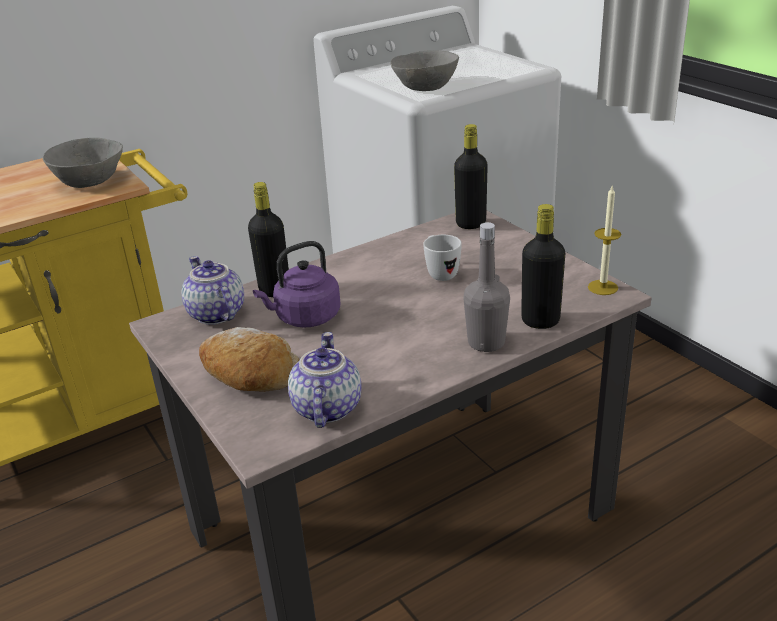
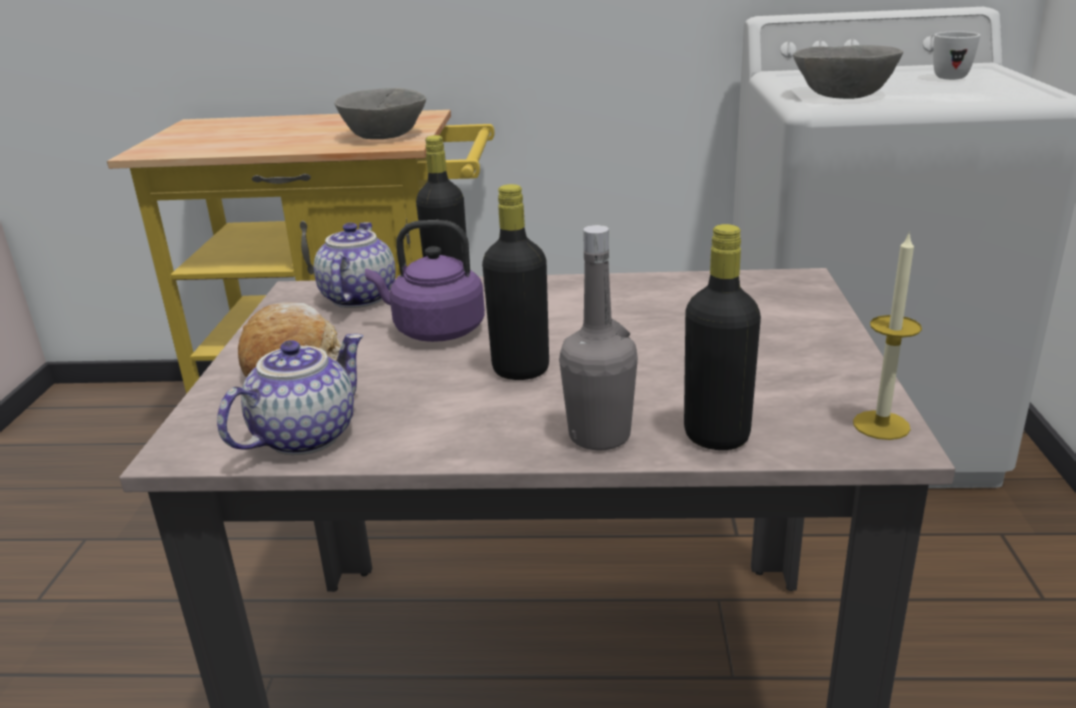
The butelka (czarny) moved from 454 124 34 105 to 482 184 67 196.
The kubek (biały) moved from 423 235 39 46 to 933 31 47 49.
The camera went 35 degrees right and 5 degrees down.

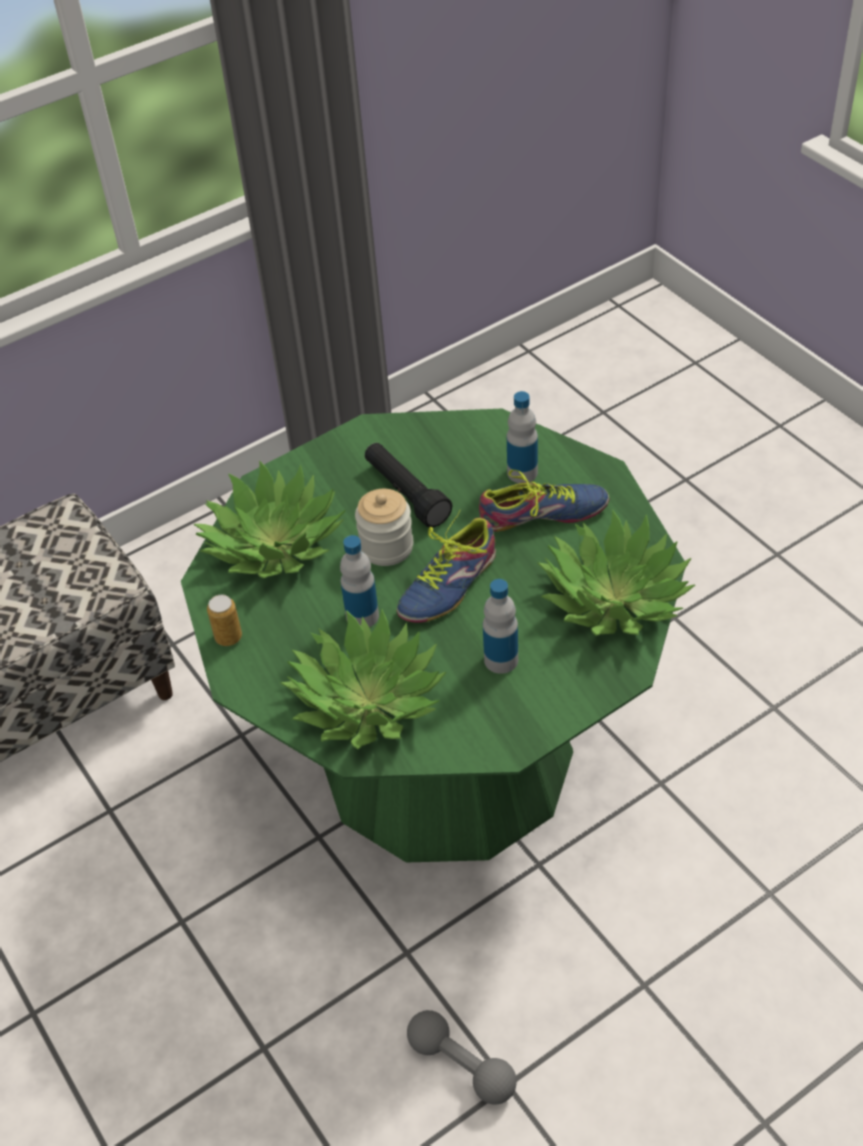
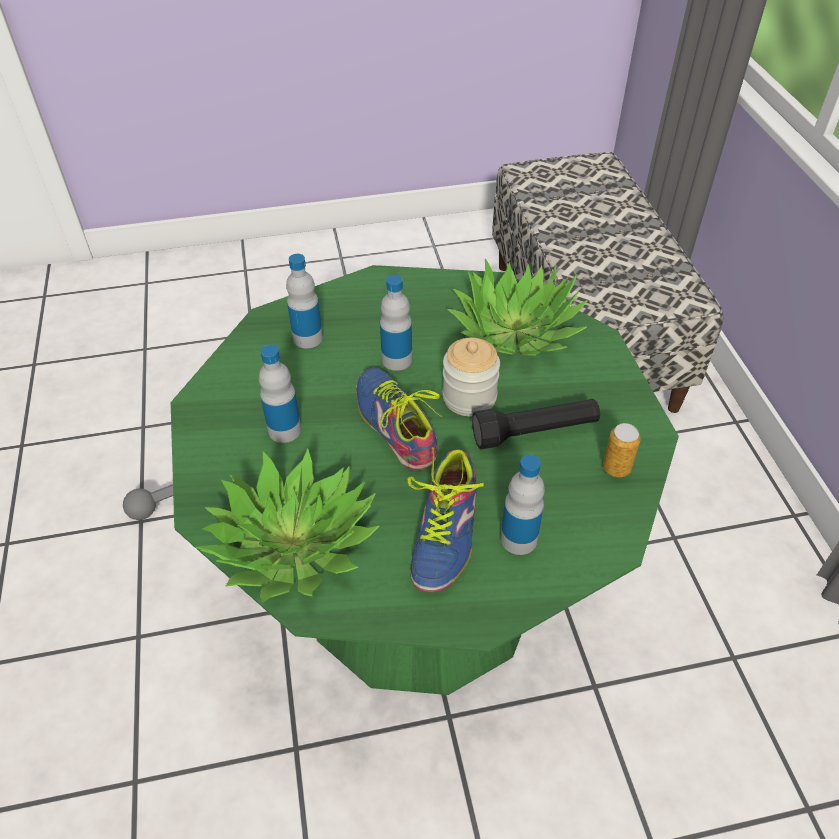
The puszka moved from 207 595 35 51 to 603 423 38 54.
The roślina doniczkowa at 281 609 166 140 was replaced by the butelka at 286 254 37 94.
The camera went 110 degrees right and 0 degrees up.

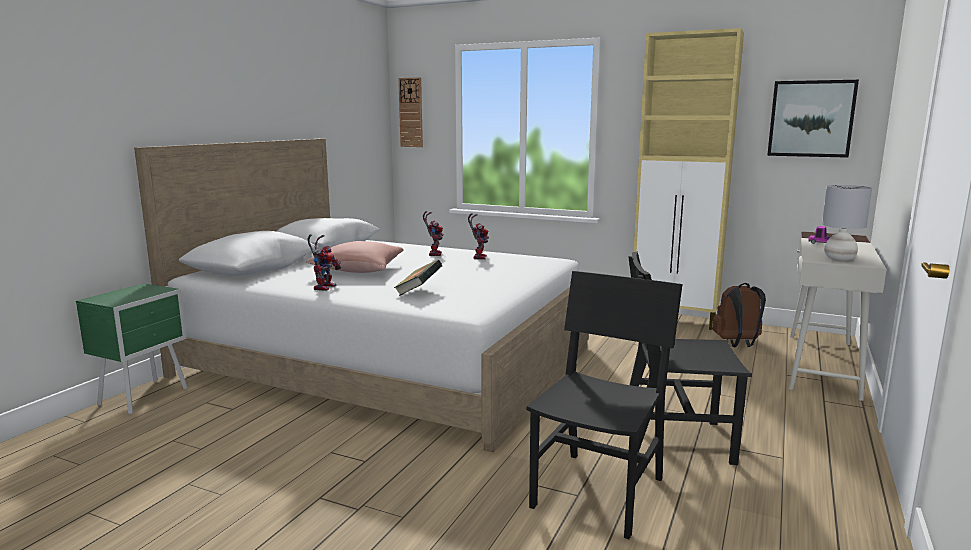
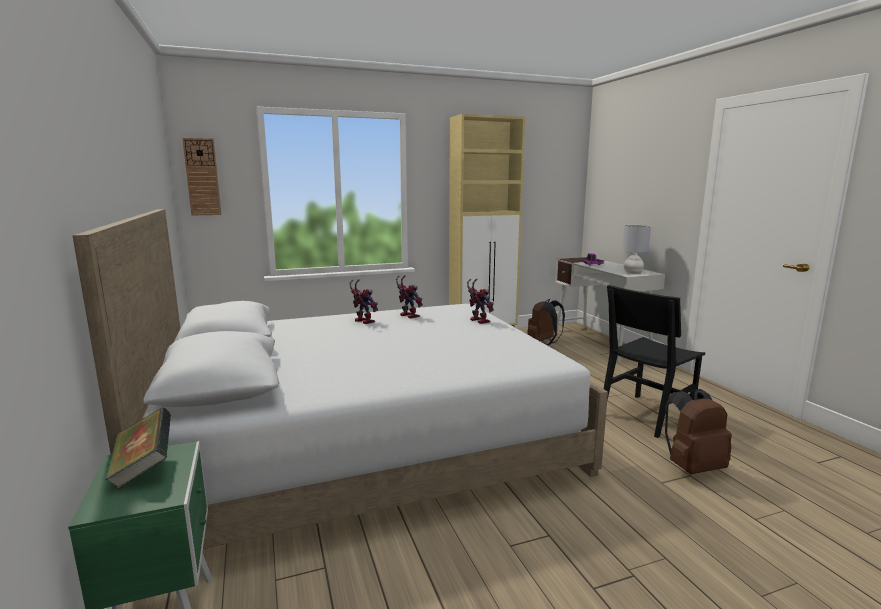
The obraz at 767 80 92 78 disappeared.
The robot zabawkowy moved from 307 234 34 57 to 467 279 27 45.
The poduszka (różowy) at 306 241 98 32 disappeared.
The książka moved from 394 260 48 36 to 106 408 65 81.
The krzesło (czarny) at 526 271 157 268 was replaced by the plecak (brązowy) at 665 389 67 85.
The camera went 45 degrees left and 0 degrees up.

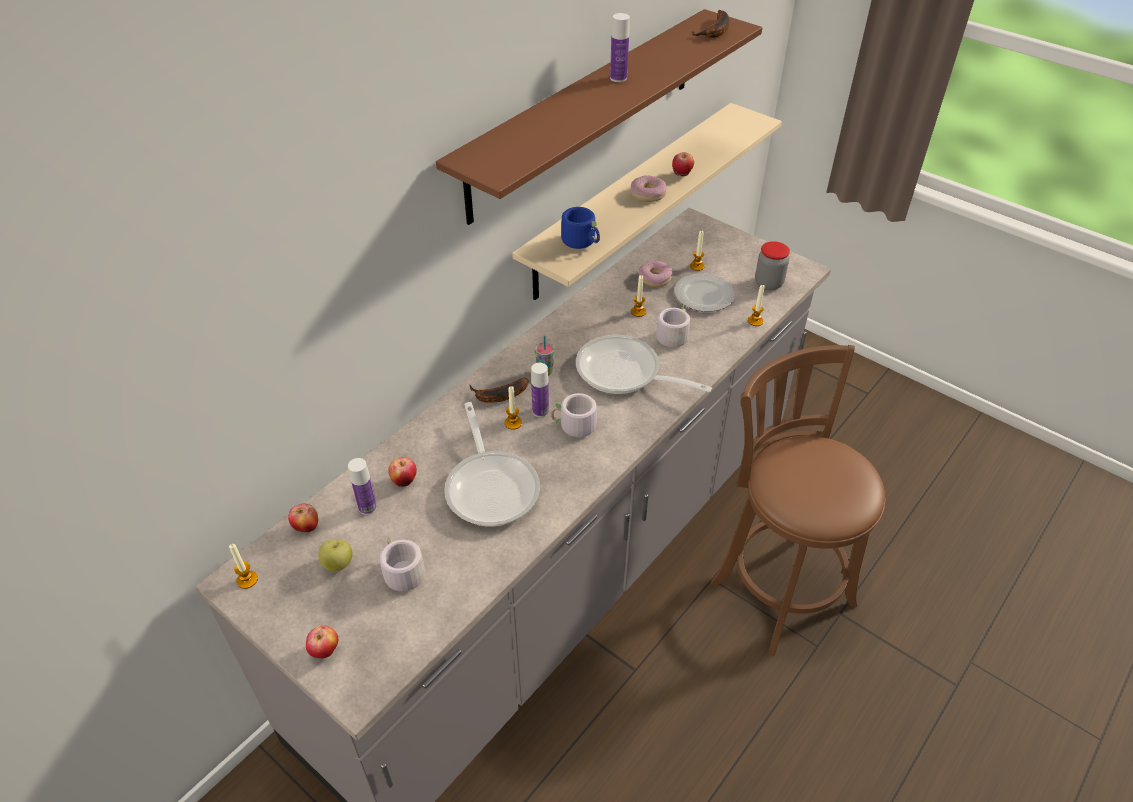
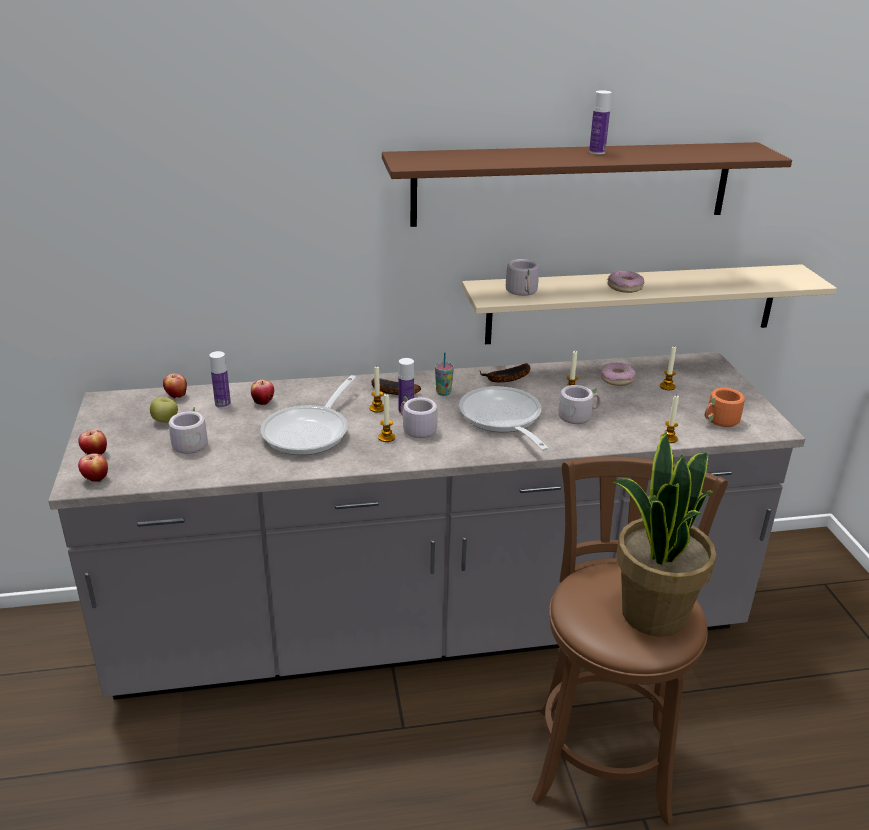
The banan moved from 691 10 38 28 to 480 363 50 19.
The jabłko moved from 672 152 22 24 to 78 454 30 28.
The kubek (niebieski) at 561 207 39 42 became the kubek (szary) at 506 259 33 37.
The słoik at 755 241 35 49 was replaced by the kubek (pomarańczowy) at 704 388 47 39.
The talerz at 674 273 61 39 disappeared.
The świeca moved from 229 544 29 45 to 378 394 17 48.
The roślina doniczkowa at 613 432 103 205 appeared.
The camera went 40 degrees right and 15 degrees down.

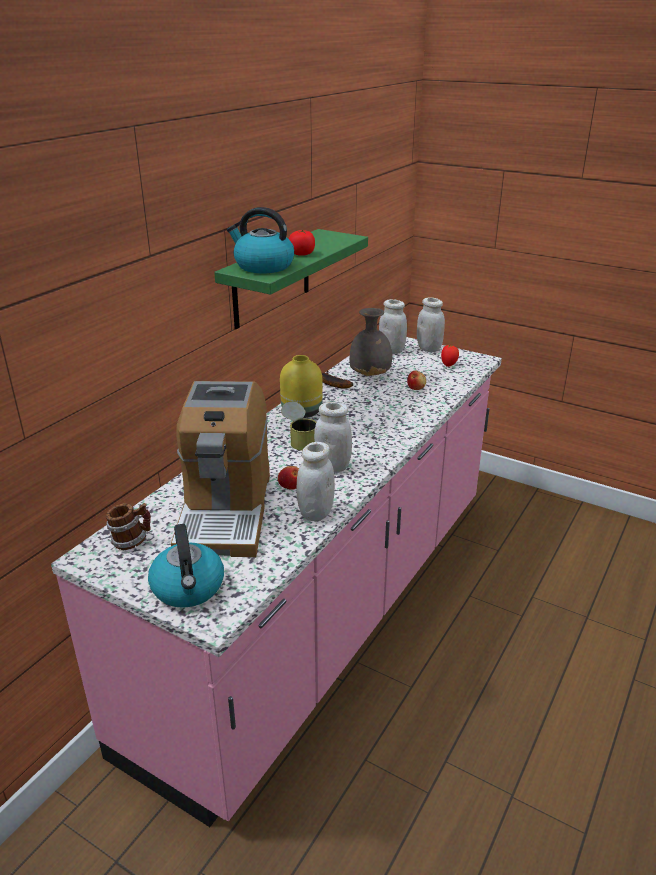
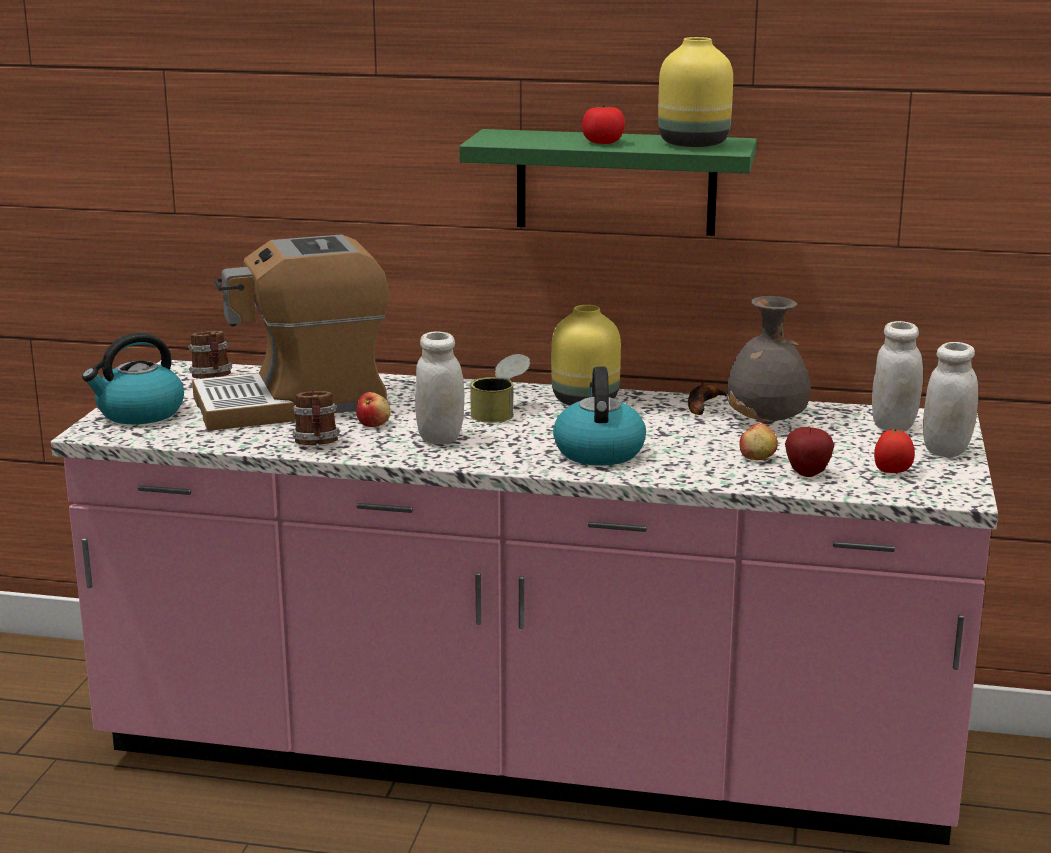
The czajnik moved from 227 207 67 66 to 553 367 93 99.
The słoik (biały) at 297 442 38 79 was replaced by the kubek at 292 391 49 54.
The wazon (żółty) at 658 37 75 110 appeared.
The jabłko at 785 427 49 50 appeared.
The camera went 70 degrees right and 10 degrees down.

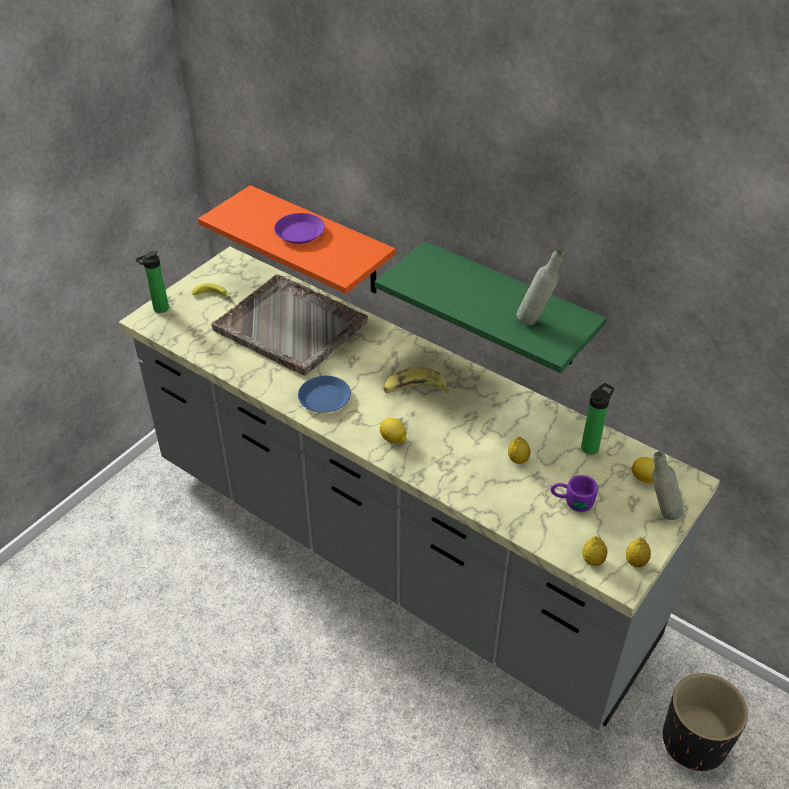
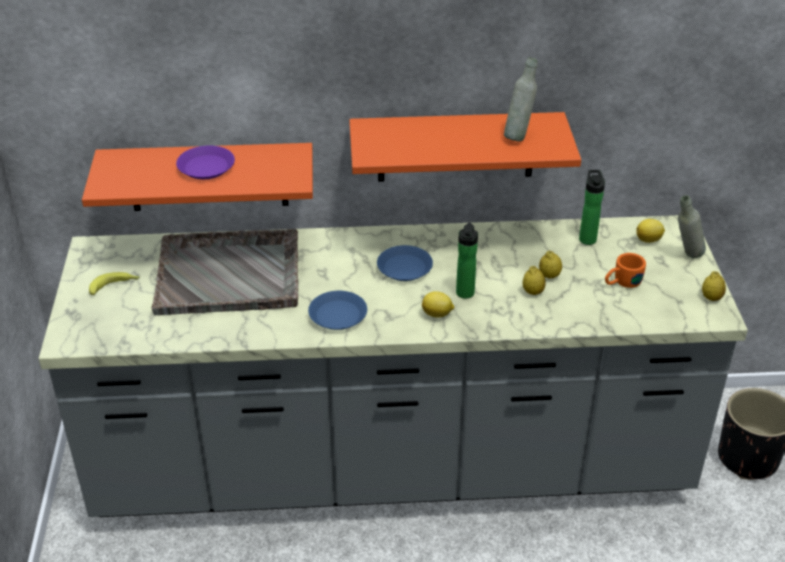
The półka (zielony) at 375 241 232 132 became the półka (pomarańczowy) at 349 112 232 70.
The butelka moved from 136 251 33 62 to 456 223 22 75.
The banan at 383 367 66 27 was replaced by the talerz (niebieski) at 377 245 56 36.
The kubek (fioletowy) at 551 475 47 37 became the kubek (pomarańczowy) at 605 253 41 35.
The cytryna moved from 582 536 25 30 to 523 266 23 29.
The camera went 40 degrees left and 5 degrees down.

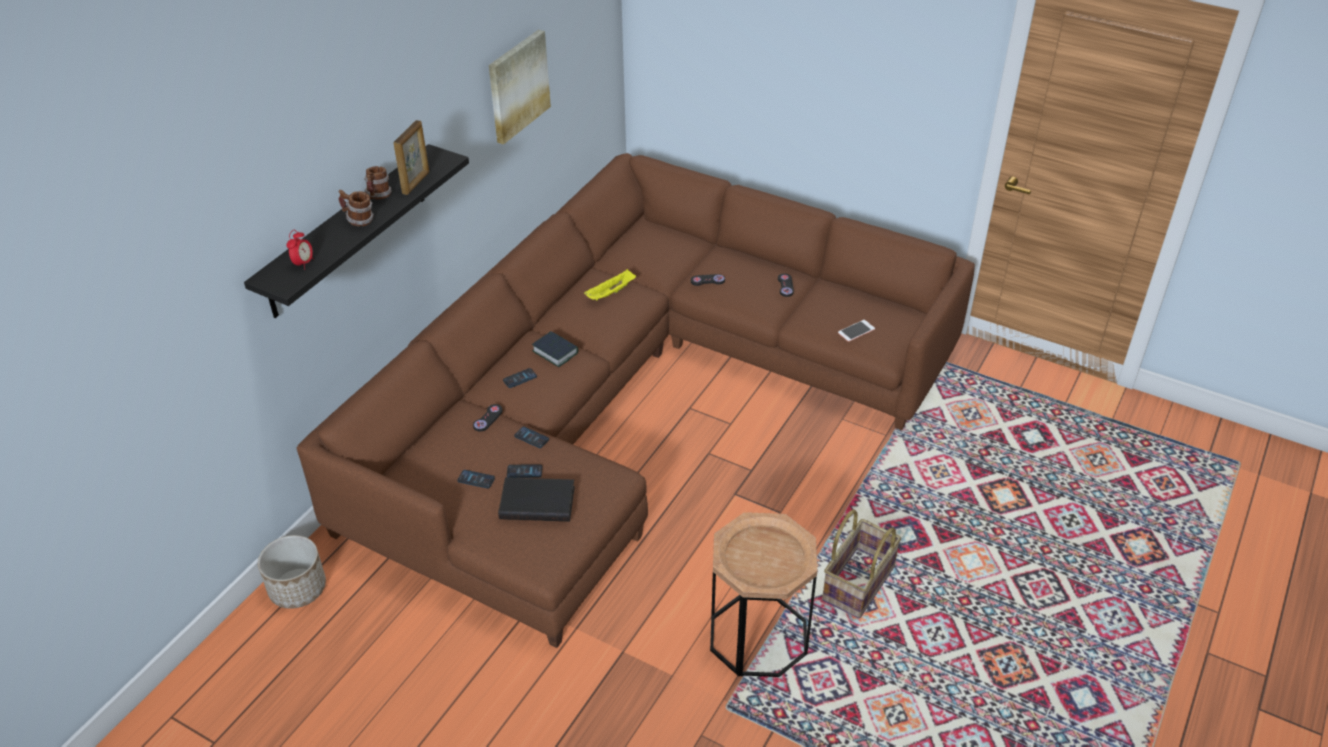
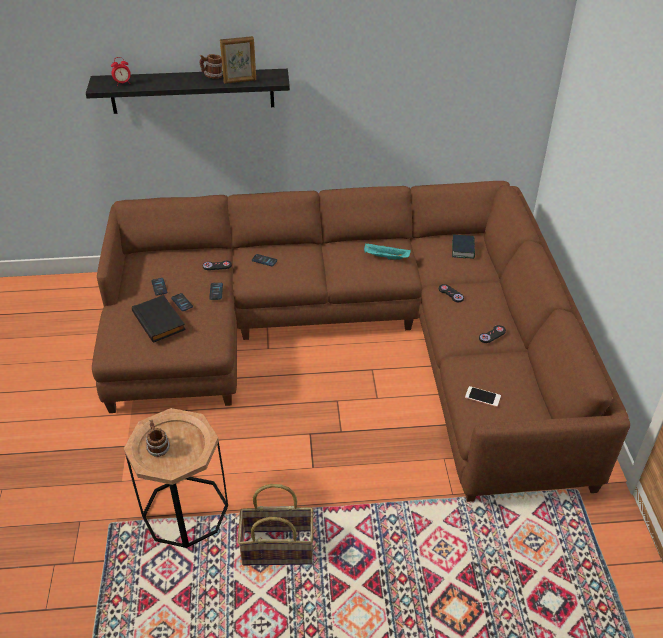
The obraz at 489 29 62 116 disappeared.
The kubek moved from 338 190 36 36 to 146 420 24 37.
The taca (żółty) at 584 269 52 32 became the taca (turkusowy) at 364 243 47 17.
The książka moved from 532 331 46 36 to 452 235 23 24.
The donica at 258 535 68 74 disappeared.
The camera went 55 degrees right and 0 degrees up.

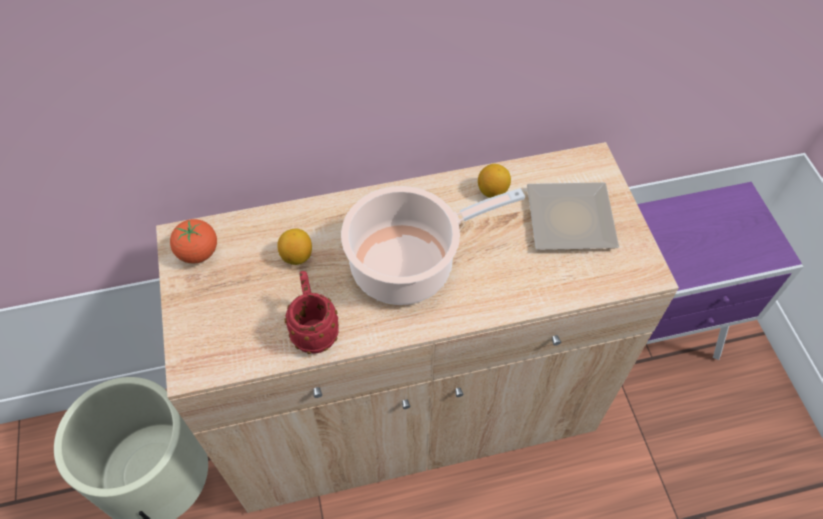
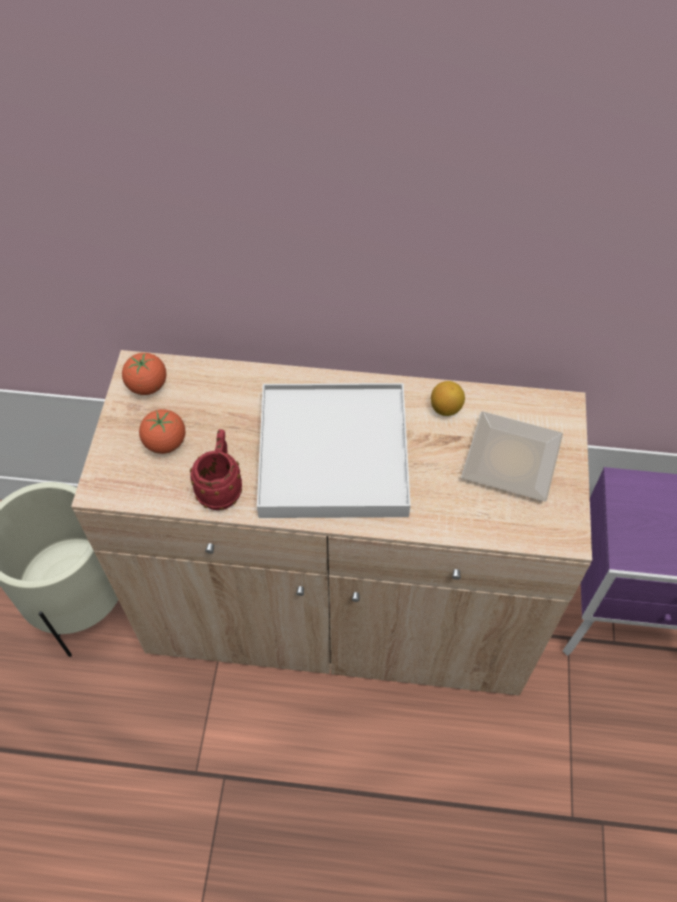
The garnek at 341 186 184 119 was replaced by the taca (biały) at 257 383 153 135.
The cytryna at 277 229 35 36 disappeared.
The pomidor at 139 409 46 45 appeared.
The camera went 20 degrees right and 0 degrees up.

